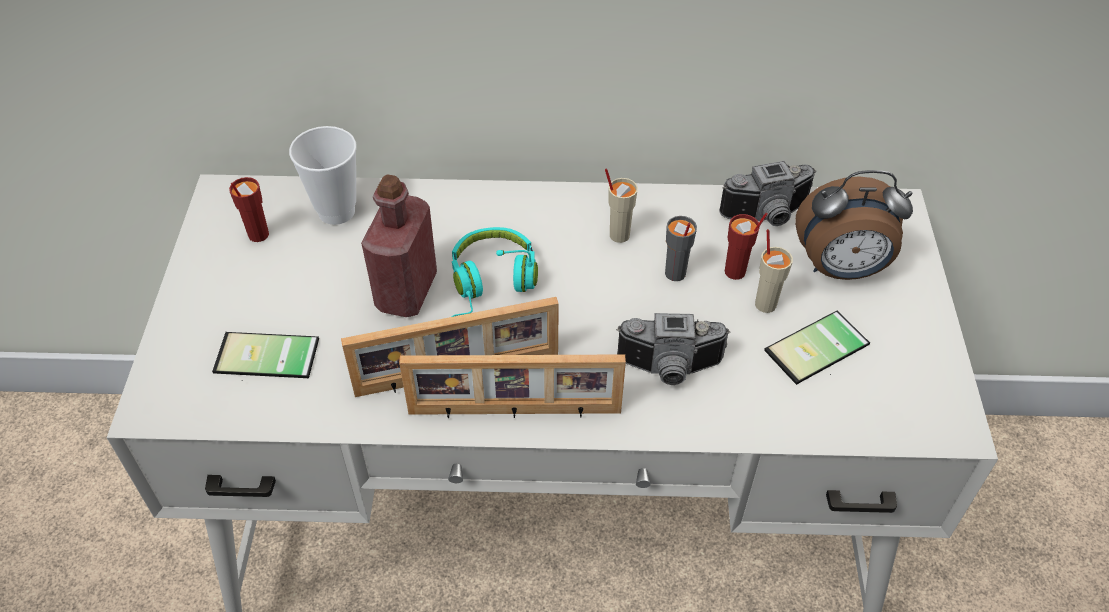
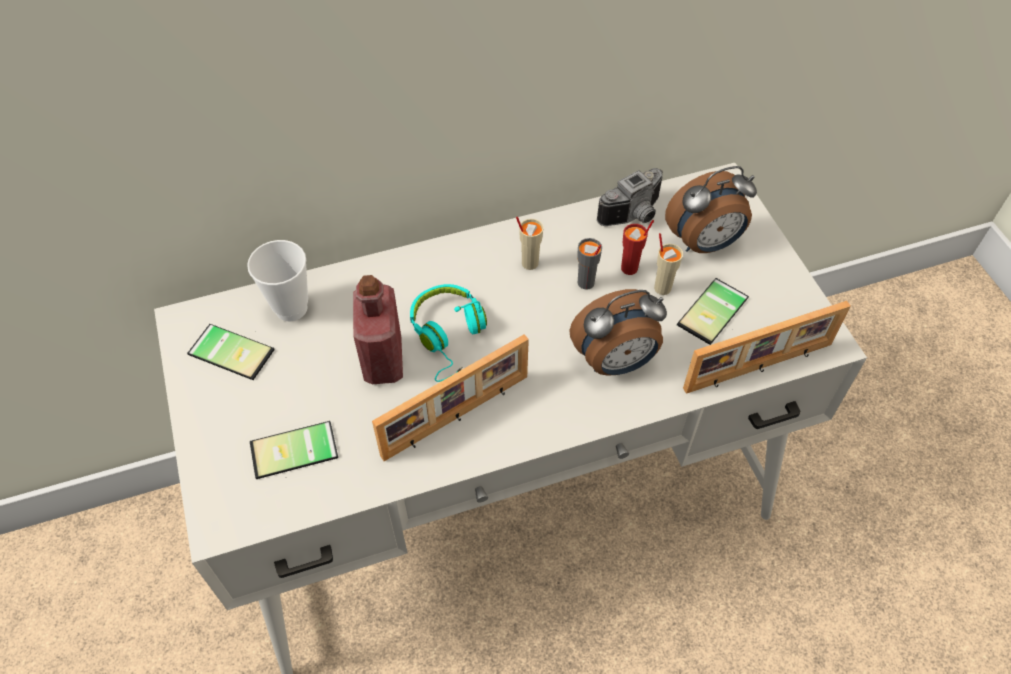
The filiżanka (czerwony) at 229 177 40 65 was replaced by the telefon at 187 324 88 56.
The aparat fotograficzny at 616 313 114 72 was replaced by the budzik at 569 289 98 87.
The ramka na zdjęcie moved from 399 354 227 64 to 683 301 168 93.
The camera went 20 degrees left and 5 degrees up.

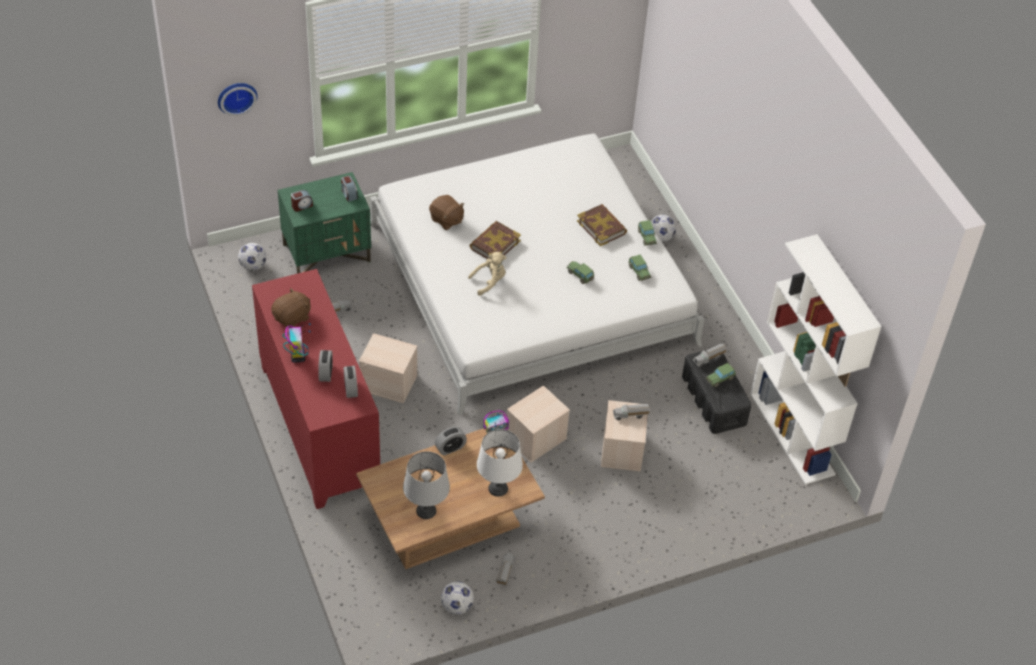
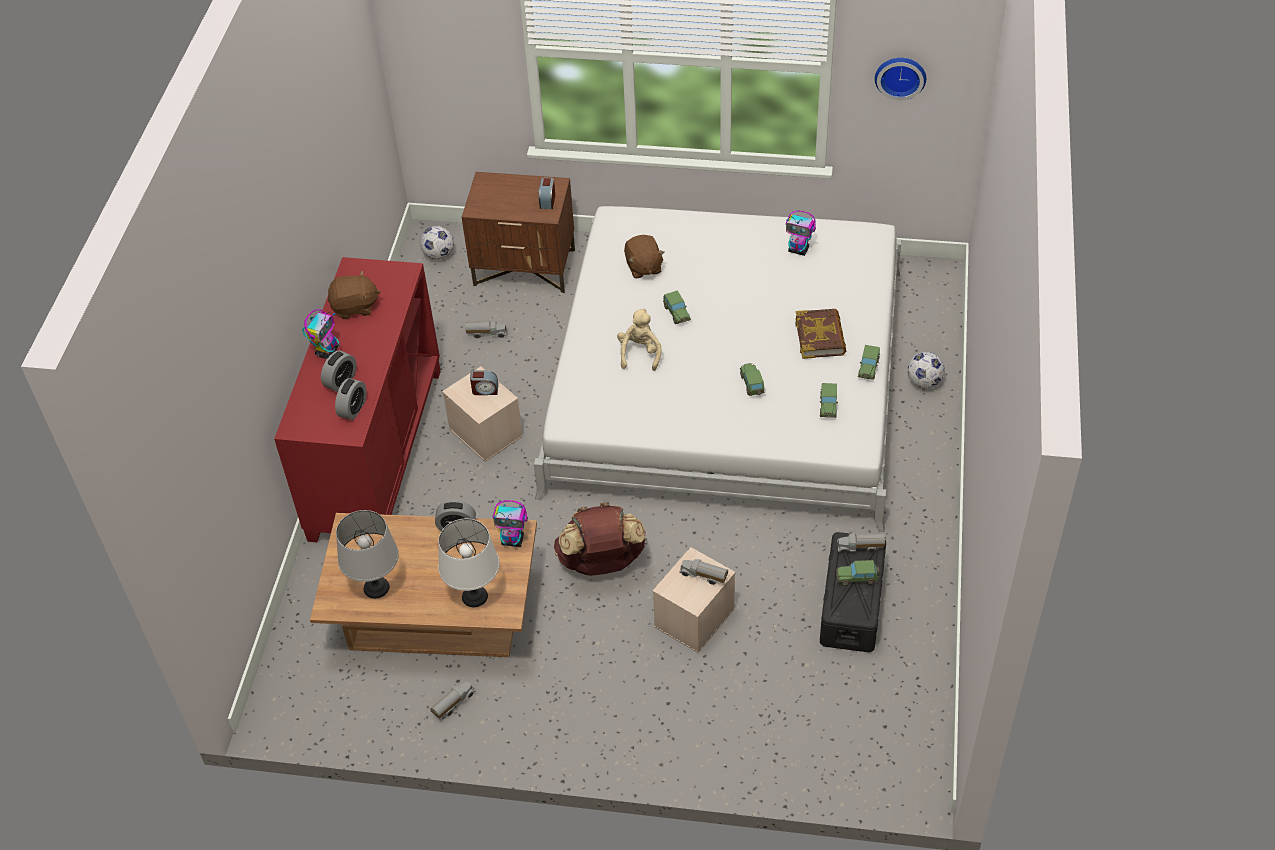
The zegar ścienny moved from 218 83 40 33 to 875 58 51 42.
The szafka nocna (zielony) at 278 172 93 102 became the szafka nocna (brązowy) at 462 172 113 121.
The budzik moved from 291 190 22 22 to 470 370 28 25.
The książka at 469 221 52 38 was replaced by the samochodzik at 663 290 28 34.
The regał (biały) at 750 234 131 251 disappeared.
The pluszak (beżowy) at 468 252 38 44 turned 90 degrees counterclockwise.
The pojemnik do przechowywania (beżowy) at 507 385 63 78 was replaced by the plecak (brązowy) at 554 502 93 74.
The piłka futbolowa at 441 581 33 34 disappeared.
The robot zabawkowy at 786 210 30 46 appeared.
The camera went 35 degrees right and 0 degrees up.

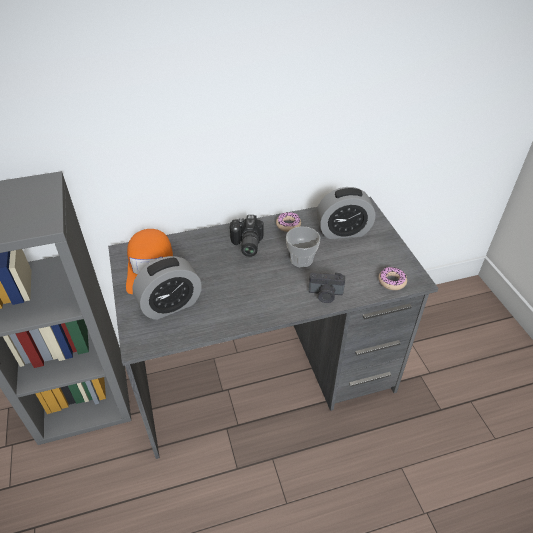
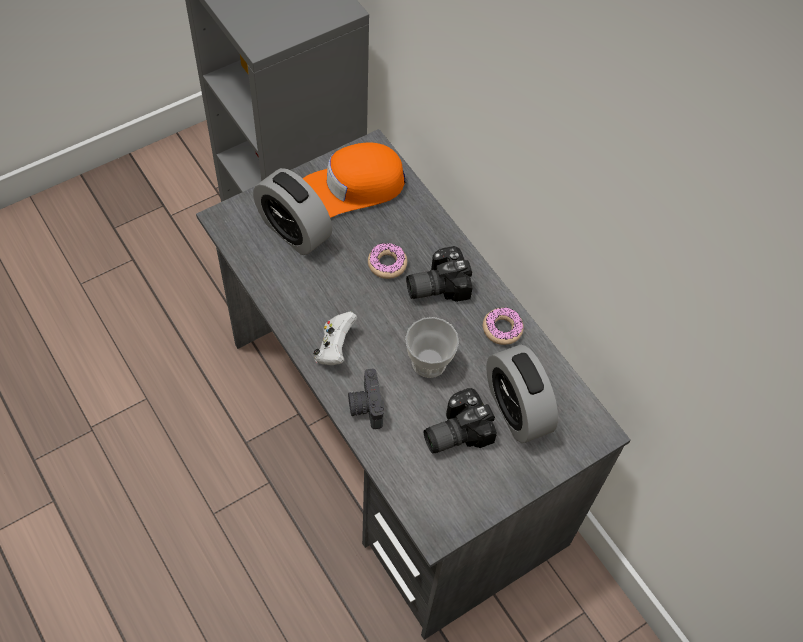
The donut moved from 379 267 28 23 to 368 243 39 36.
The pad do gier (biały) at 314 312 43 53 appeared.
The aparat fotograficzny at 424 388 73 65 appeared.
The camera went 70 degrees right and 15 degrees up.

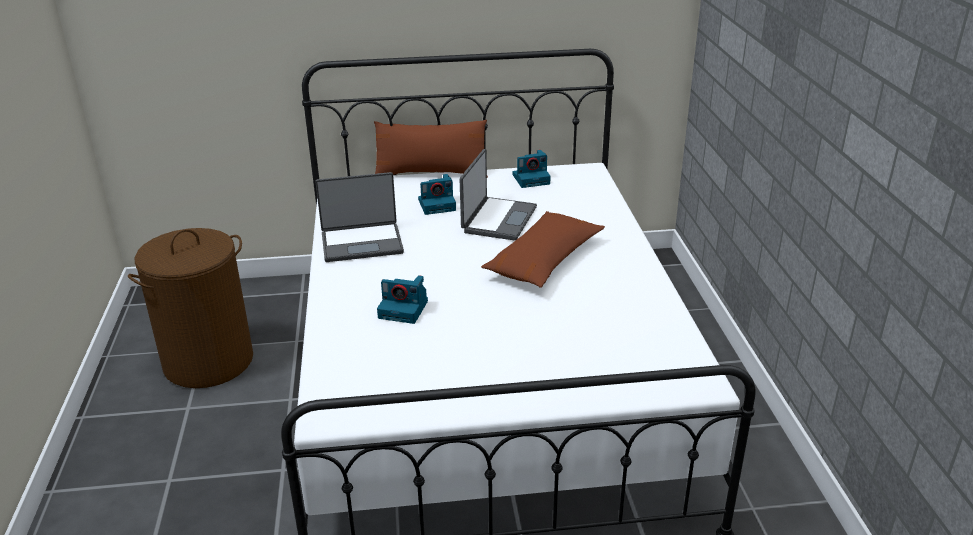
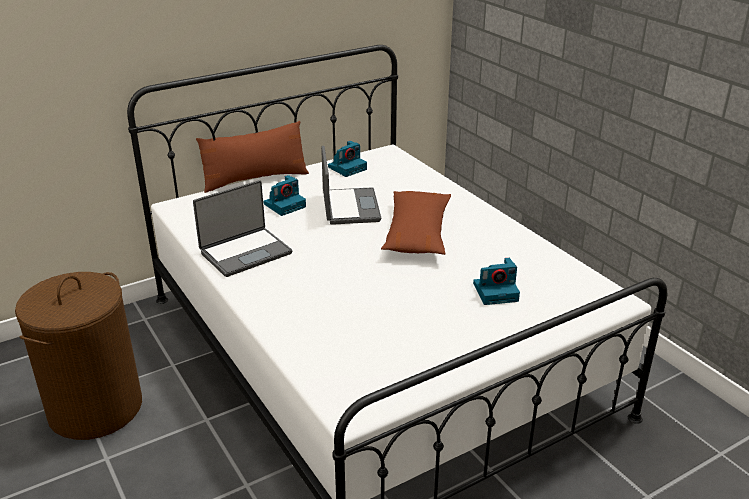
The aparat fotograficzny moved from 377 275 51 49 to 473 258 47 47.
The camera went 25 degrees left and 0 degrees up.

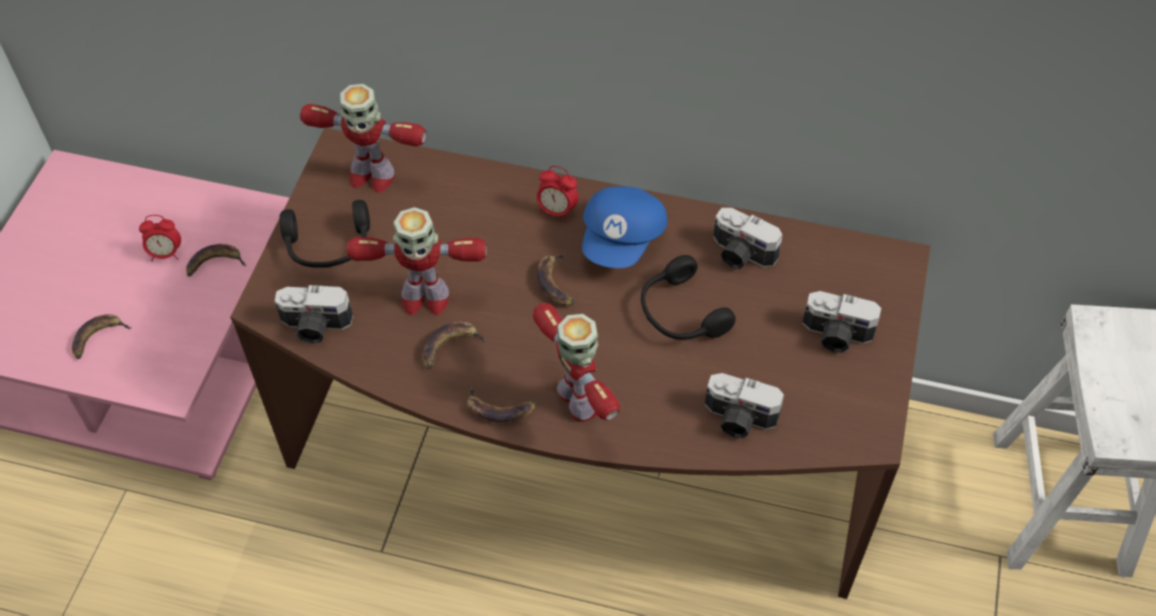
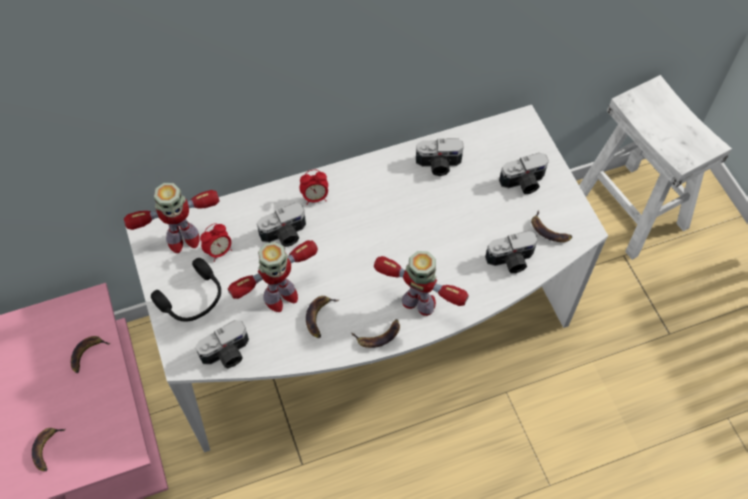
The biurko (brązowy) at 230 128 700 471 became the biurko (biały) at 125 105 483 347.
The czapka z daszkiem (niebieski) at 582 186 85 82 disappeared.
The budzik moved from 139 215 42 46 to 200 223 32 39.
The banan moved from 537 254 38 51 to 531 210 41 32.
The słuchawki (czarny) at 641 255 95 85 disappeared.
The aparat fotograficzny at 257 203 49 44 appeared.
The camera went 35 degrees left and 5 degrees up.

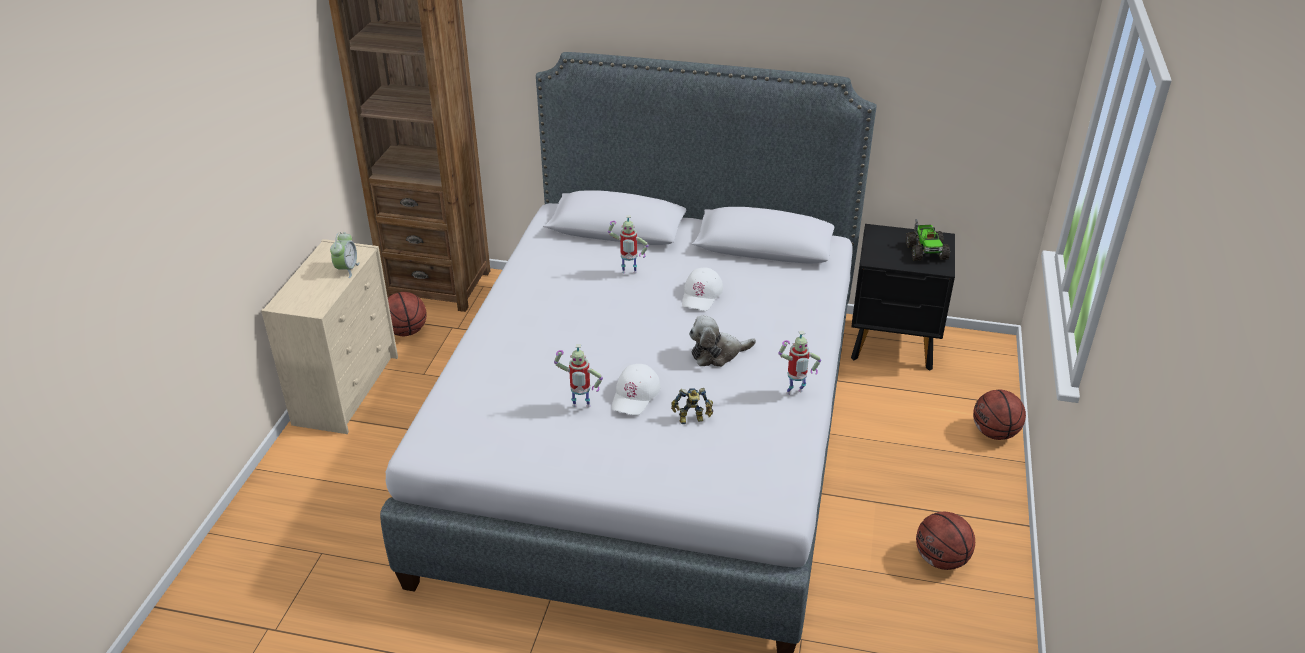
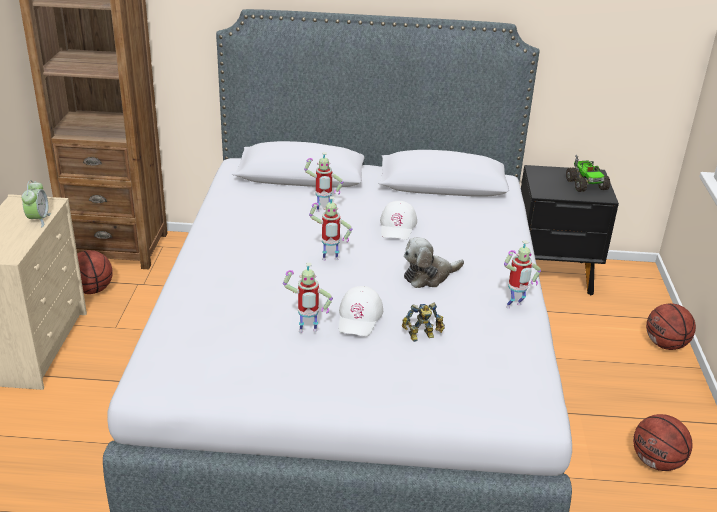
The robot zabawkowy at 309 197 43 64 appeared.
The camera went 10 degrees left and 5 degrees down.

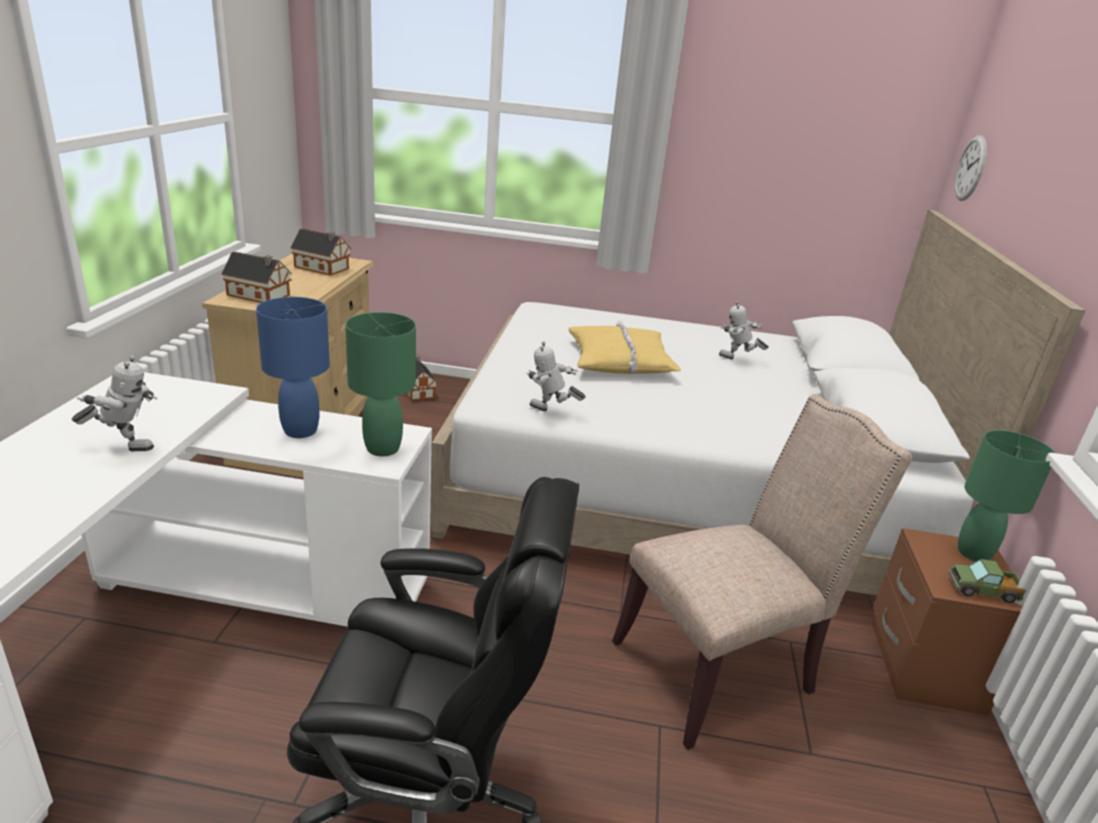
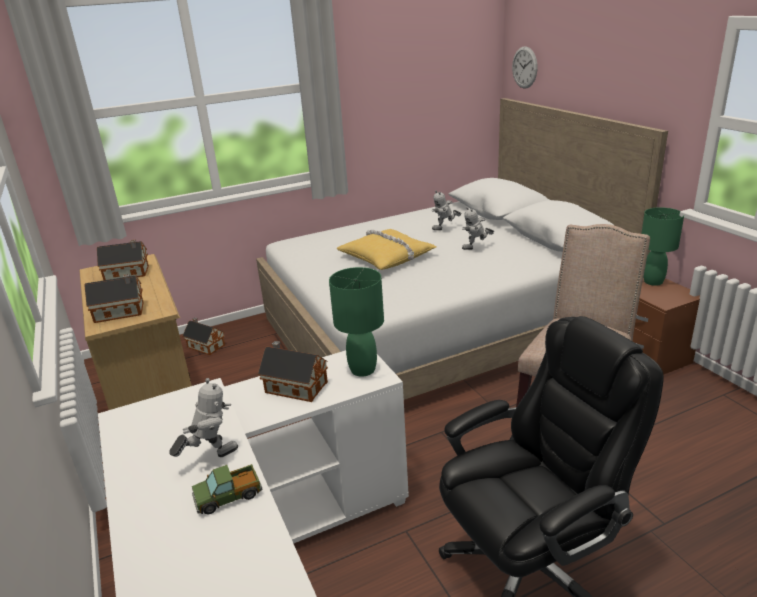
The lampa stołowa (niebieski) at 256 297 74 141 was replaced by the domek at 258 341 70 61.
The robot zabawkowy moved from 526 341 60 70 to 462 207 32 43.
The ciężarówka zabawkowa moved from 949 559 77 44 to 192 464 70 50.
The camera went 30 degrees left and 0 degrees up.

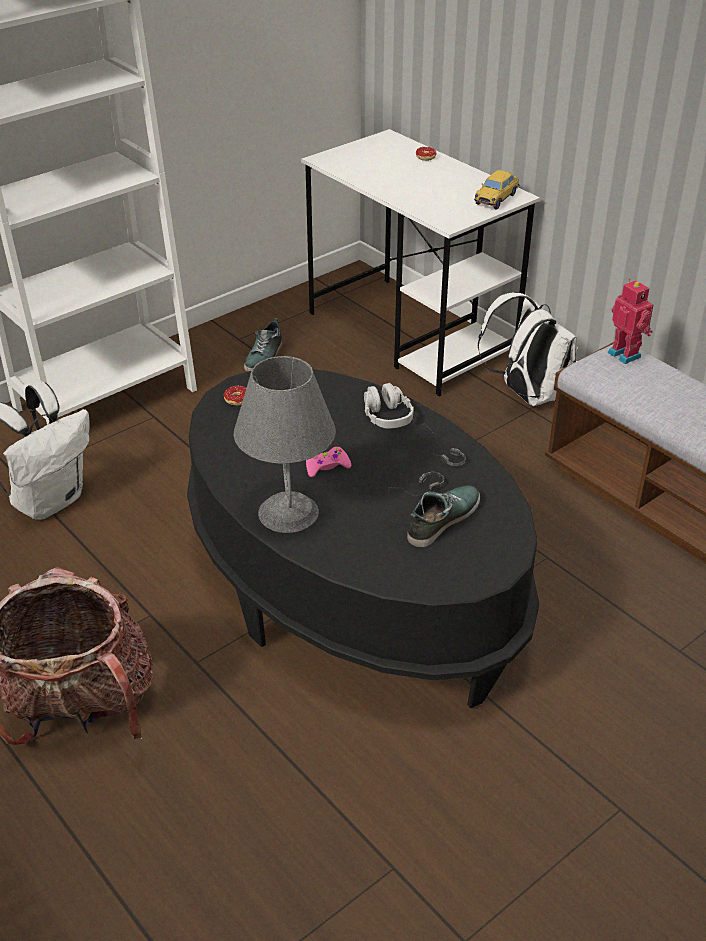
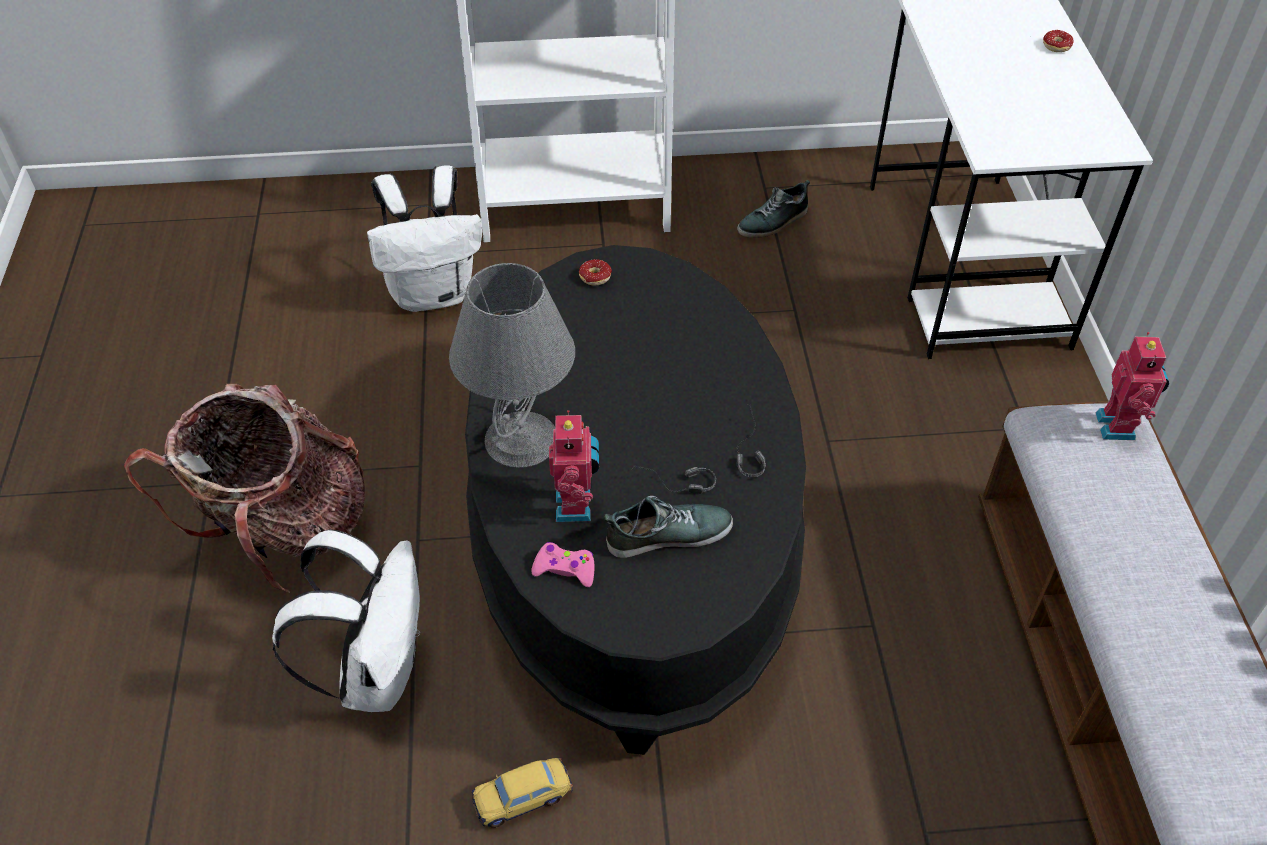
The samochodzik moved from 474 170 45 40 to 472 758 101 70.
The plecak (biały) moved from 478 293 99 113 to 272 529 148 183.
The słuchawki (szary) at 364 383 50 46 disappeared.
The pad do gier (różowy) moved from 306 447 45 30 to 531 542 63 45.
The robot zabawkowy at 549 410 50 112 appeared.
The camera went 35 degrees right and 10 degrees up.

